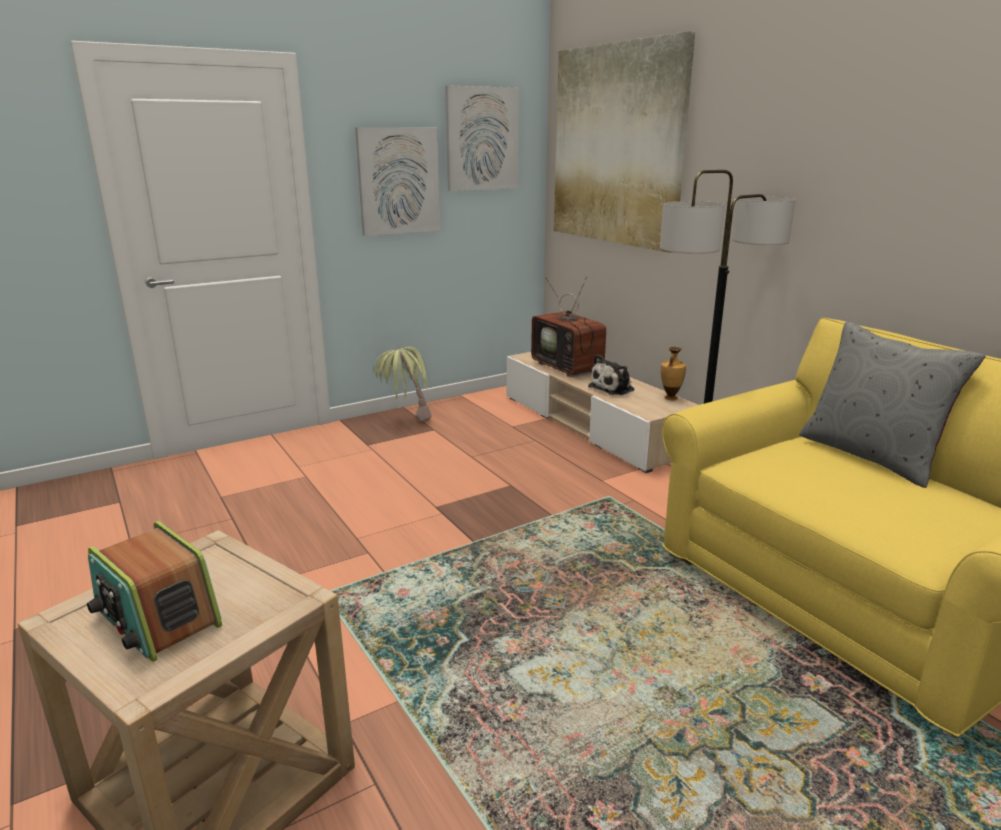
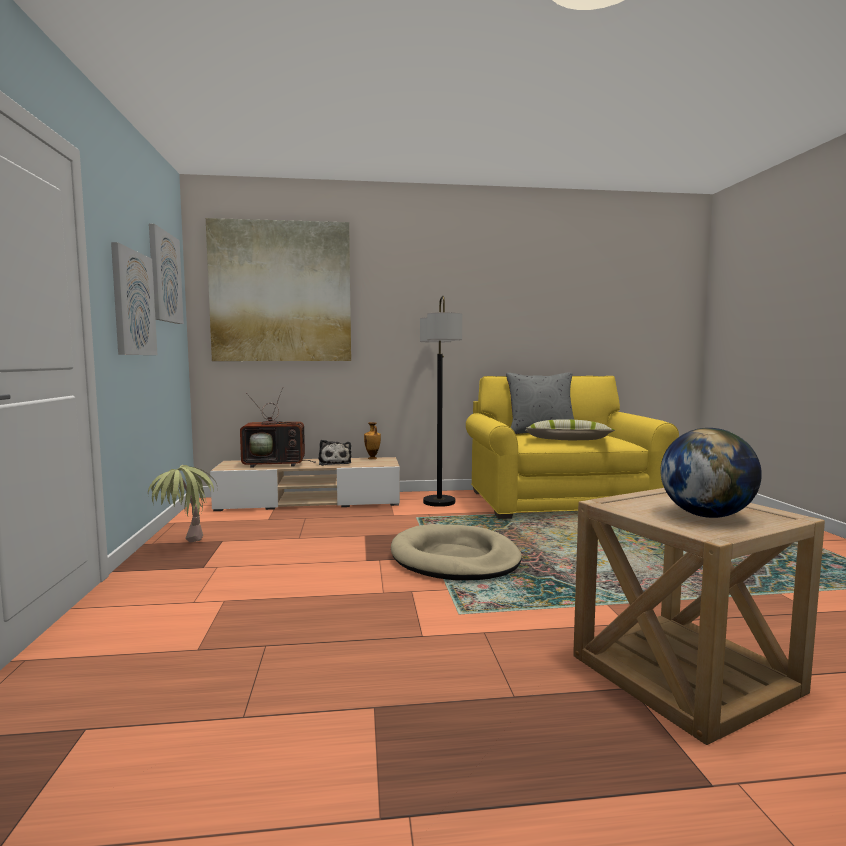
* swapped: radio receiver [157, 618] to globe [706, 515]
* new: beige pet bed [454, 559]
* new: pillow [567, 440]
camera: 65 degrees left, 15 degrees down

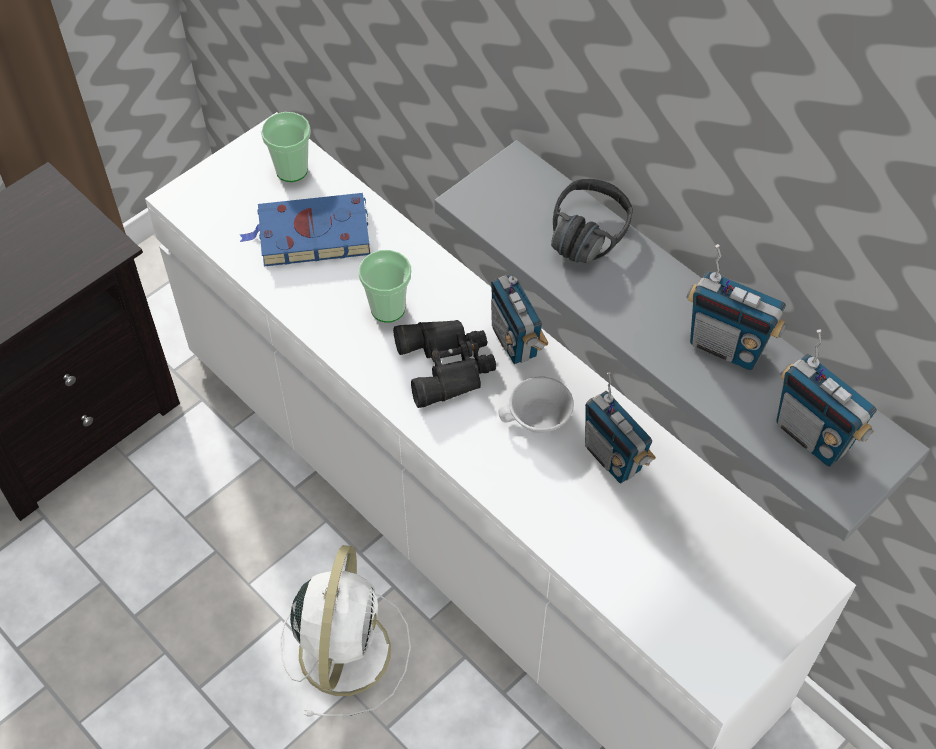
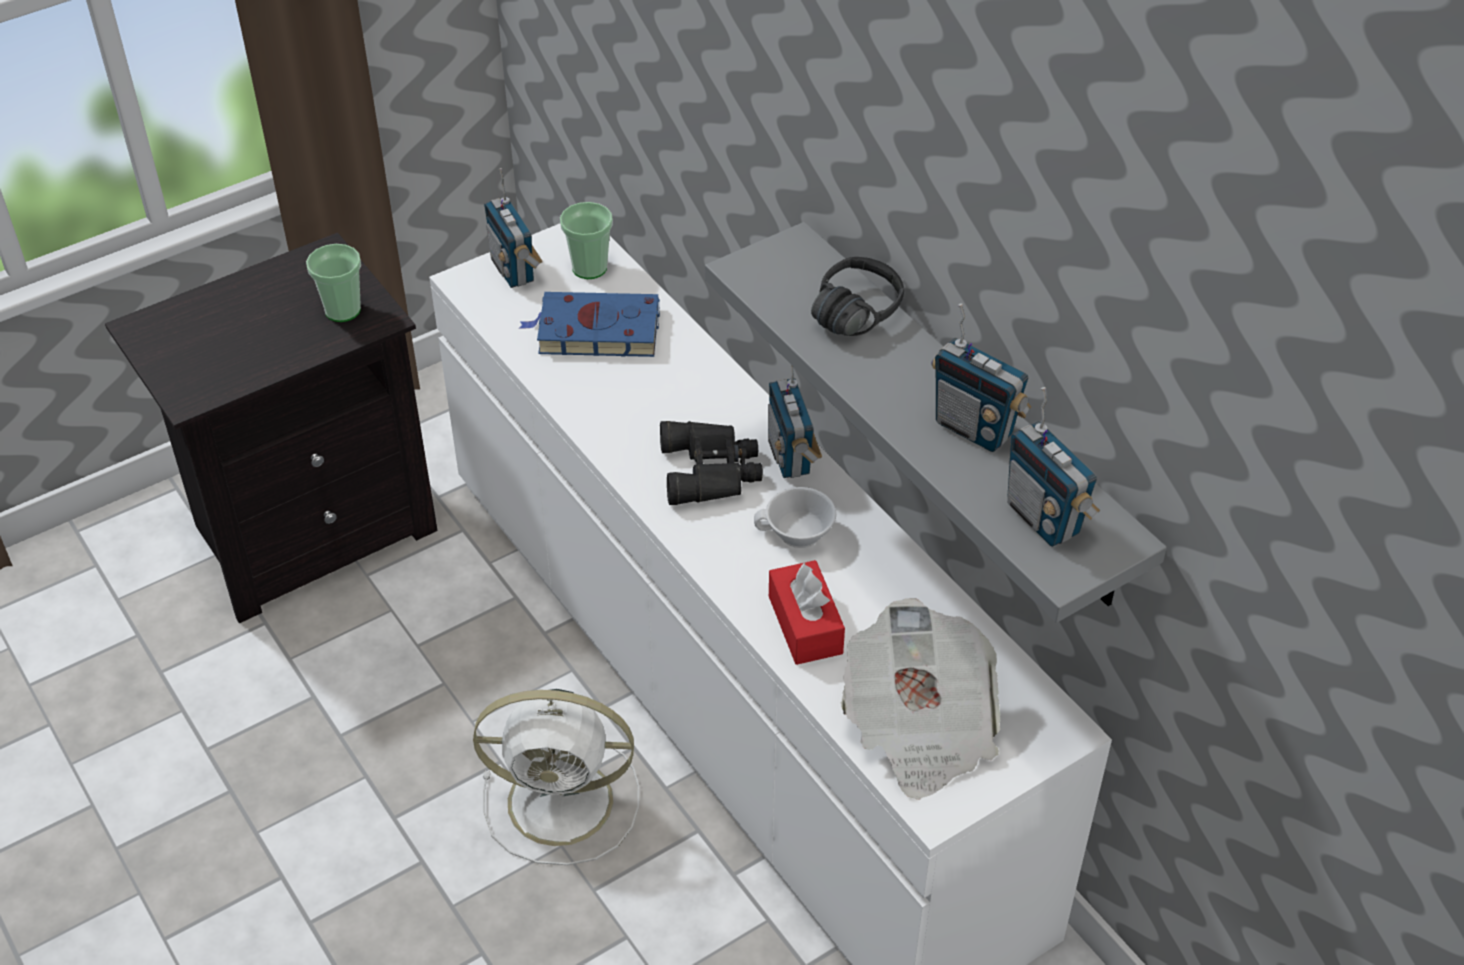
* rotated: white fan [345, 648] = [565, 801] 75 degrees clockwise
* shifted: small cup [388, 308] to [342, 310]
* shifted: radio receiver [613, 457] to [514, 270]
* new: red tissue box [805, 625]
* new: printed paper [919, 727]
camera: 10 degrees right, 10 degrees down

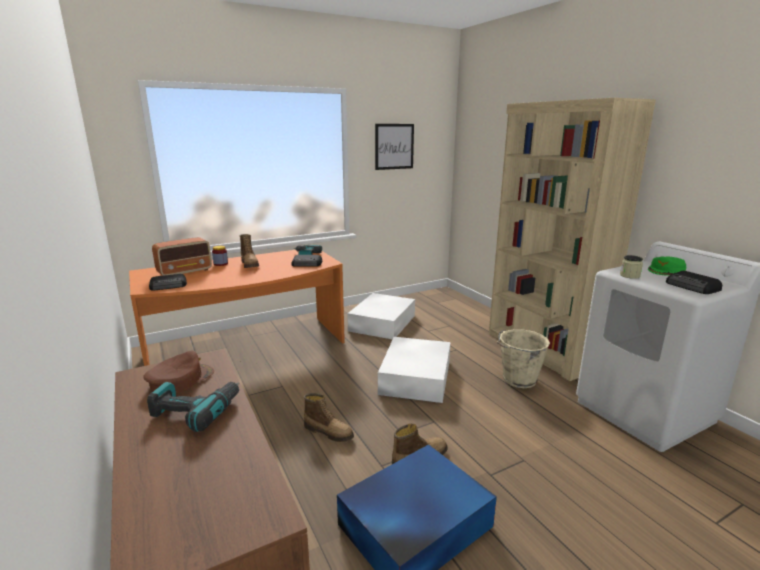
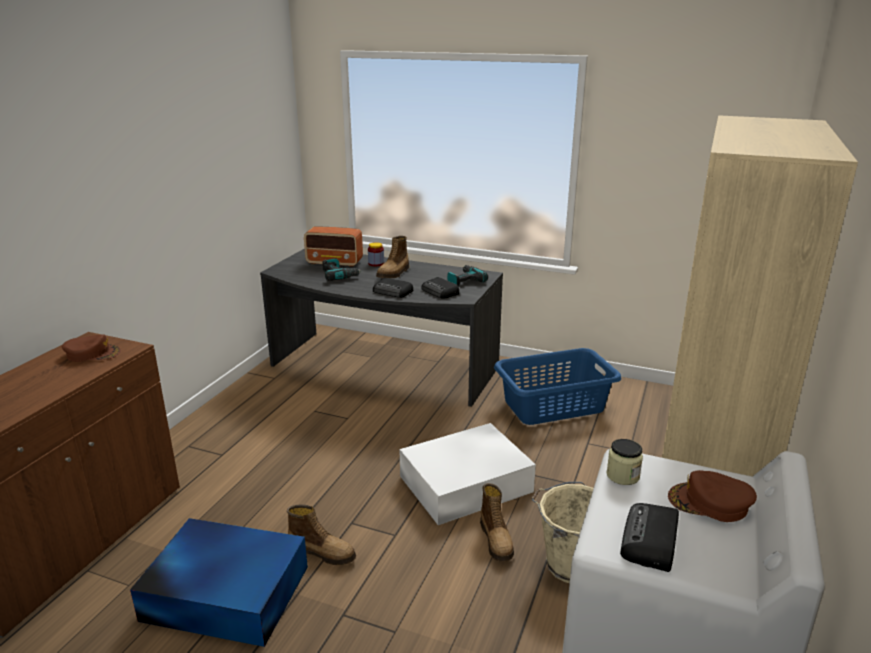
* repainted: orangey desk unit [248, 350] to grey desk unit [381, 369]
* shifted: electric drill [196, 410] to [339, 275]
* shifted: radio receiver [169, 286] to [393, 292]
* shifted: high-top boot [329, 432] to [497, 540]
* swapped: white storage container [383, 323] to blue hamper [554, 406]
* gone: picture [394, 146]
* repainted: green peaked cap [666, 270] to brownish peaked cap [710, 503]
camera: 50 degrees right, 5 degrees up

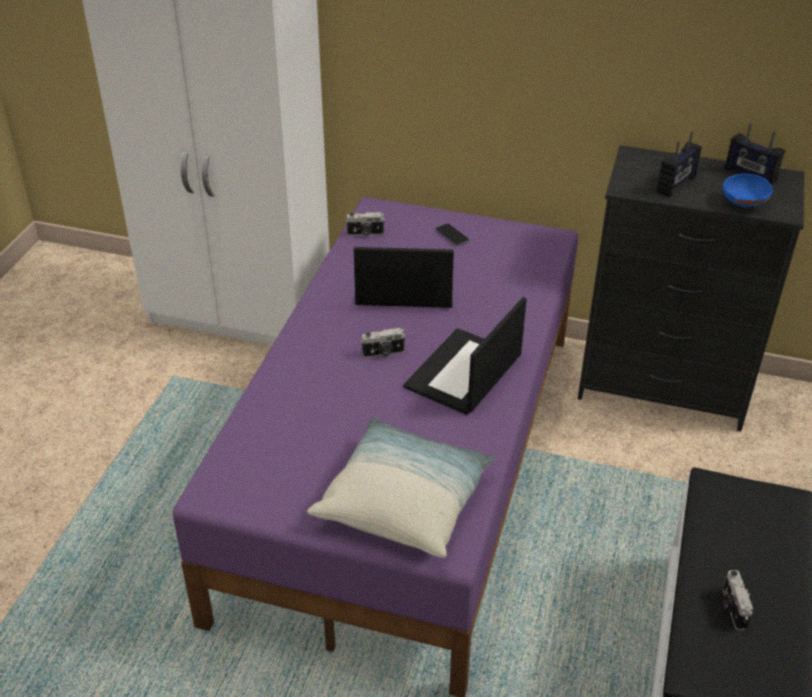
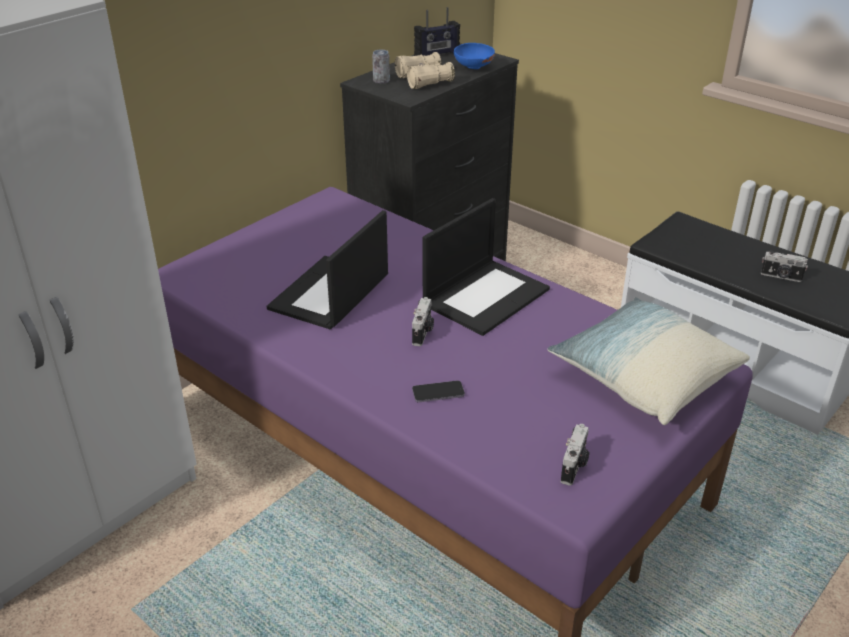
* shifted: still camera [365, 234] to [574, 466]
* rotated: notebook computer [464, 373] = [486, 296] 105 degrees counterclockwise
* shifted: telephone [452, 236] to [438, 393]
* swapped: radio receiver [676, 184] to beige field glasses [424, 80]
* new: sealed can [381, 81]
camera: 65 degrees left, 5 degrees down

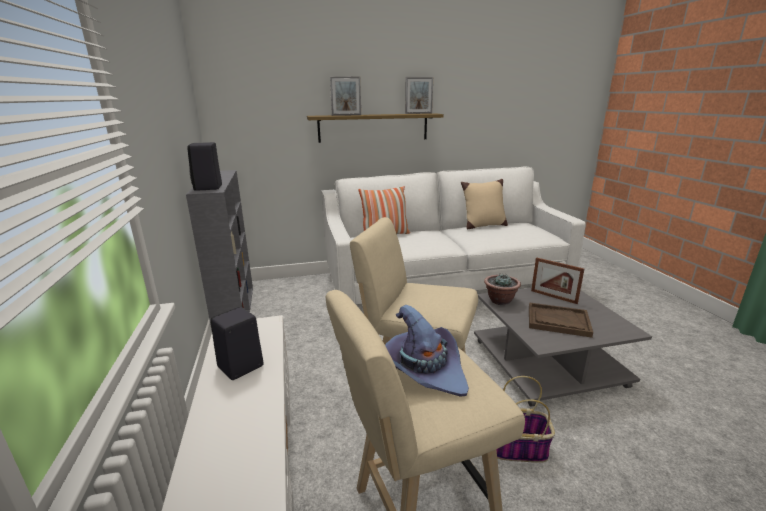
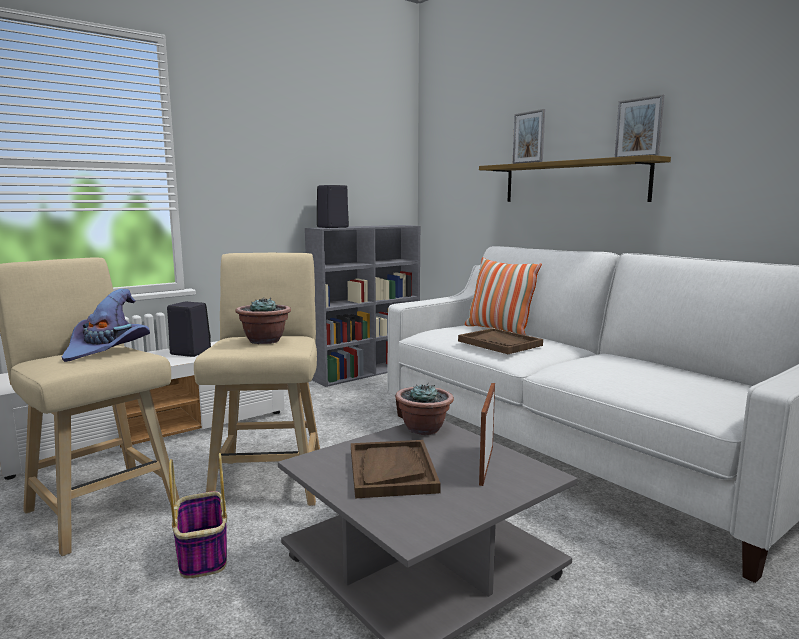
* gone: beige pillow [483, 225]
* new: houseplant [264, 341]
* new: brownish serving tray [500, 343]
camera: 65 degrees right, 10 degrees down

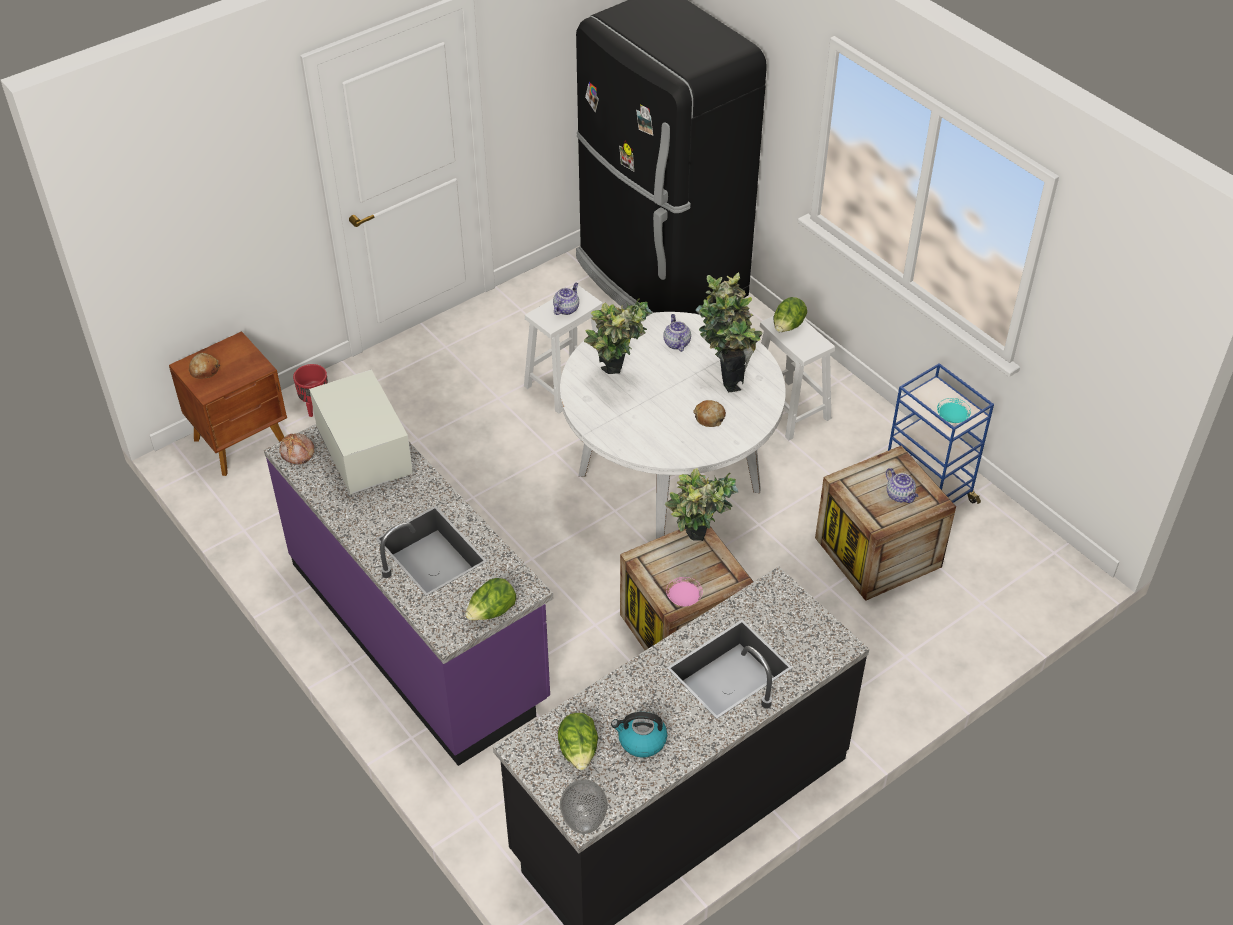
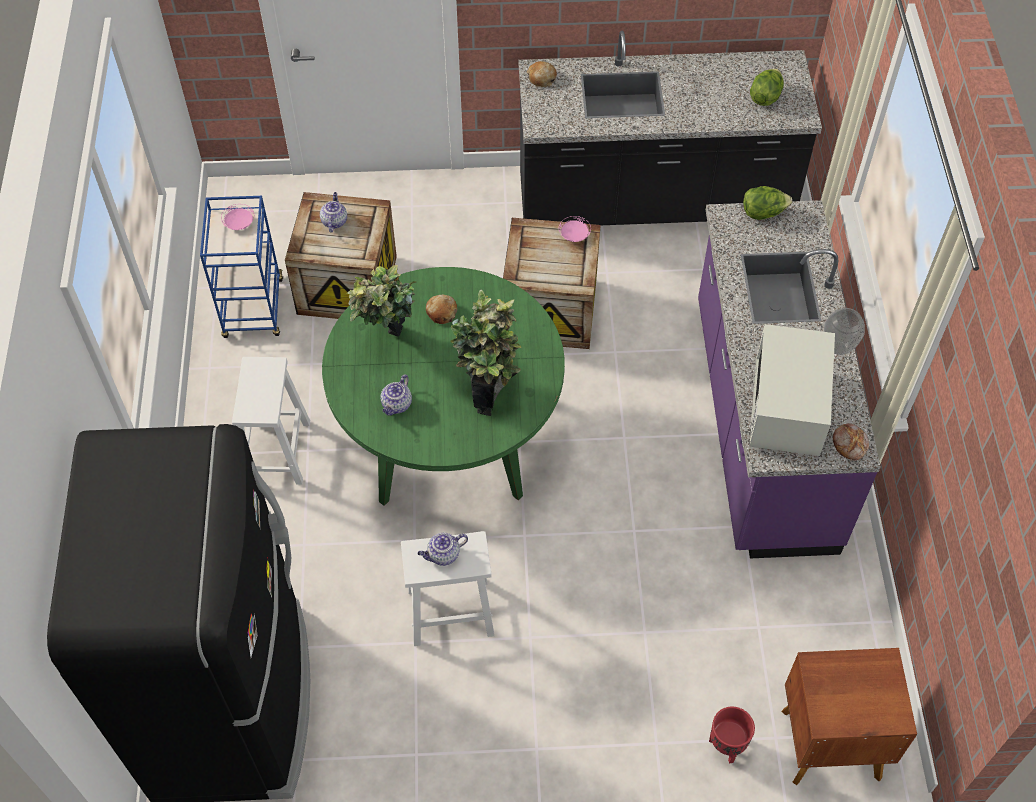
* shifted: bakery bread [204, 370] to [541, 78]
* repainted: white dinner table [669, 482] to green dinner table [449, 441]
* shifted: vase [585, 824] to [837, 347]
* gone: kettle [641, 741]
* gone: houseplant [697, 551]
* gone: lettuce [788, 327]
* repainted: turquoise-coloured flat dish [952, 417] to pinkish flat dish [239, 223]
camera: 145 degrees left, 10 degrees up

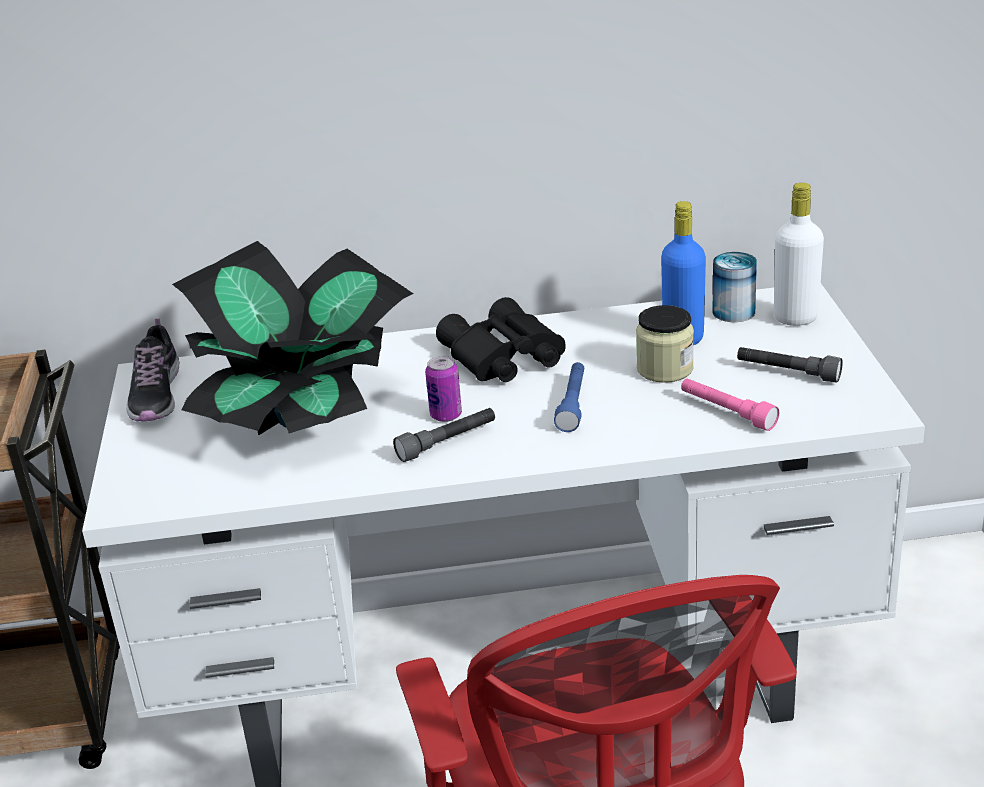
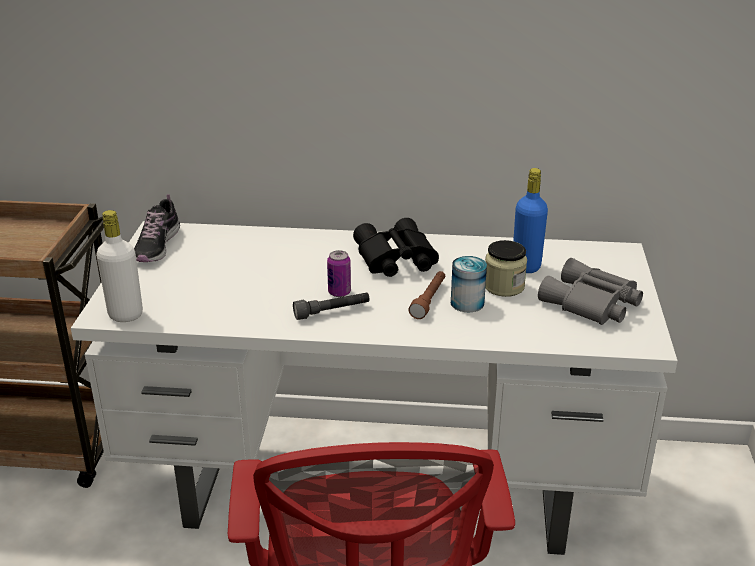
* gone: houseplant [304, 416]
* repainted: blue torch [573, 405] to brownish torch [429, 300]
* gone: pinkish torch [727, 412]
* shifted: sealed can [733, 312] to [467, 303]
* swapped: grey torch [787, 372] to grey field glasses [591, 304]
* shifted: white beverage bottle [795, 318] to [125, 315]
camera: 10 degrees right, 0 degrees up

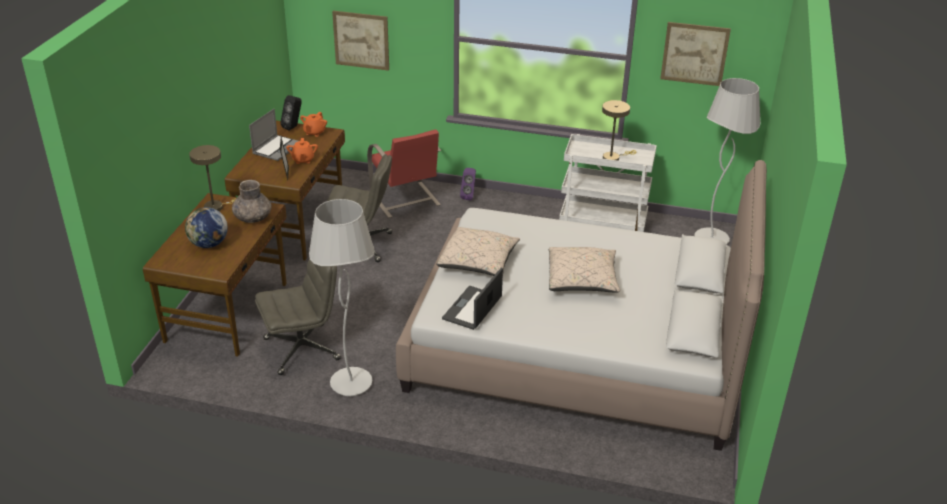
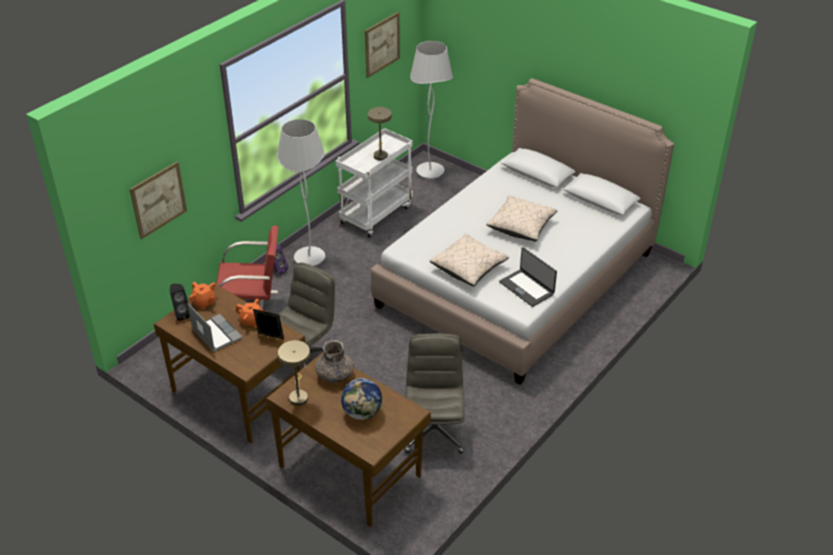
* shifted: white floor lamp [351, 383] to [309, 258]
camera: 65 degrees left, 5 degrees up

